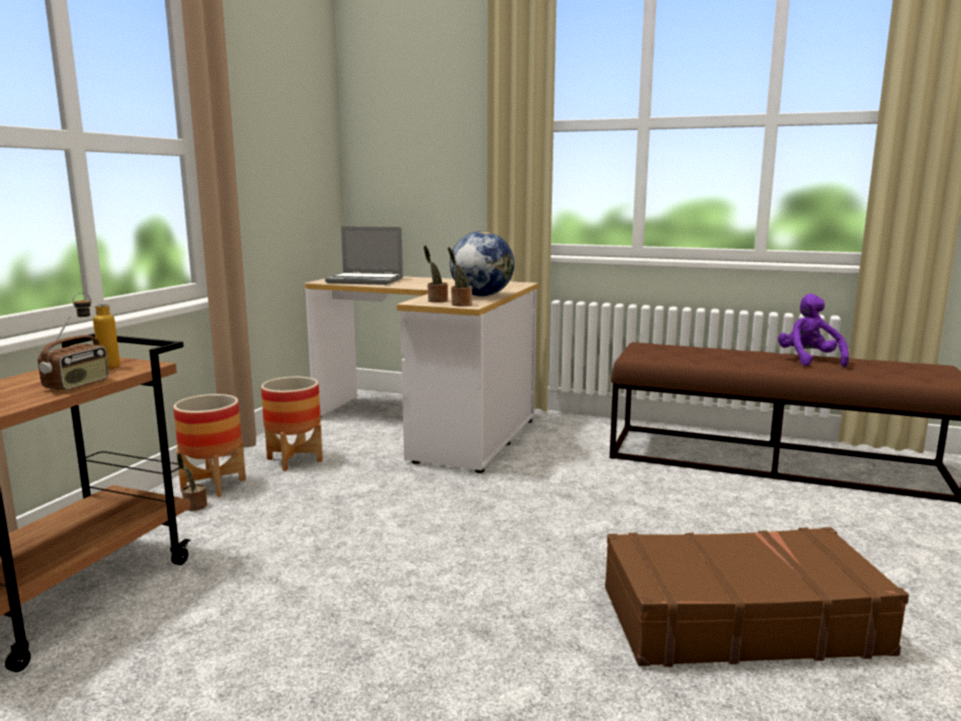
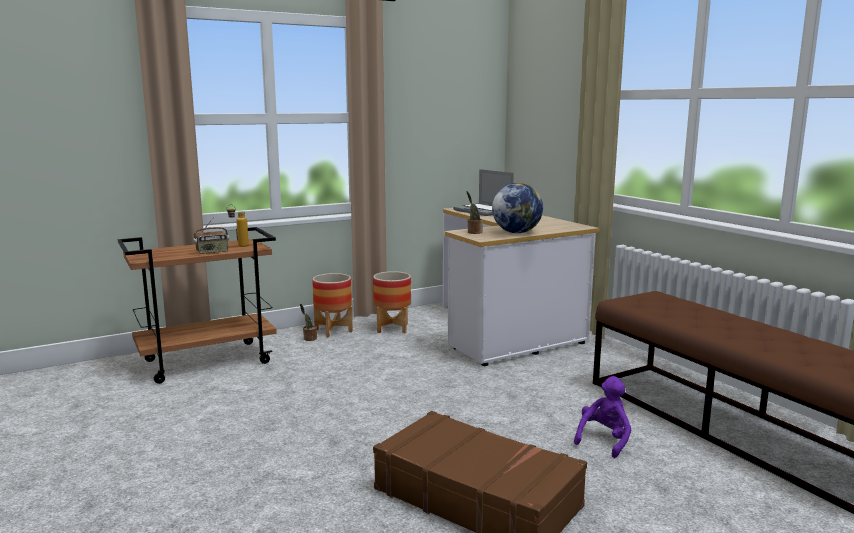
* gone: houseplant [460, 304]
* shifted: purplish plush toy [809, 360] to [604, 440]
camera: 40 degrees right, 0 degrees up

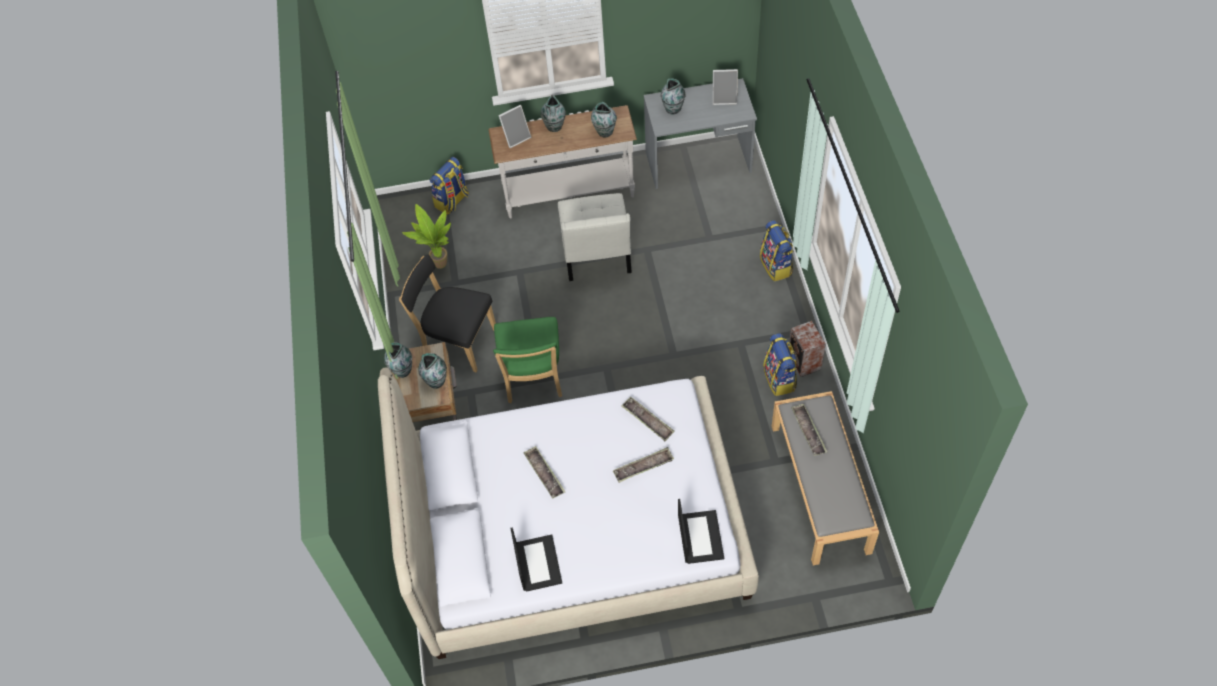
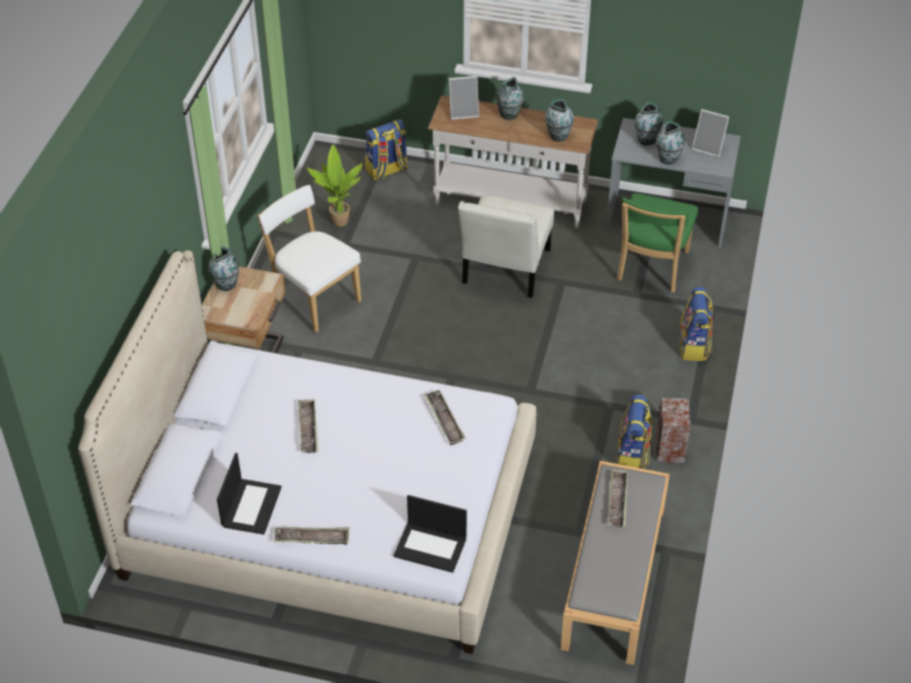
* repainted: black plain chair [457, 342] to white plain chair [314, 299]
* shifted: vase [436, 380] to [668, 158]
* shifted: green plain chair [533, 379] to [651, 269]
* shifted: serving tray [643, 467] to [312, 538]
* rotated: notebook computer [699, 536] = [431, 546] 90 degrees clockwise
camera: 20 degrees right, 10 degrees down

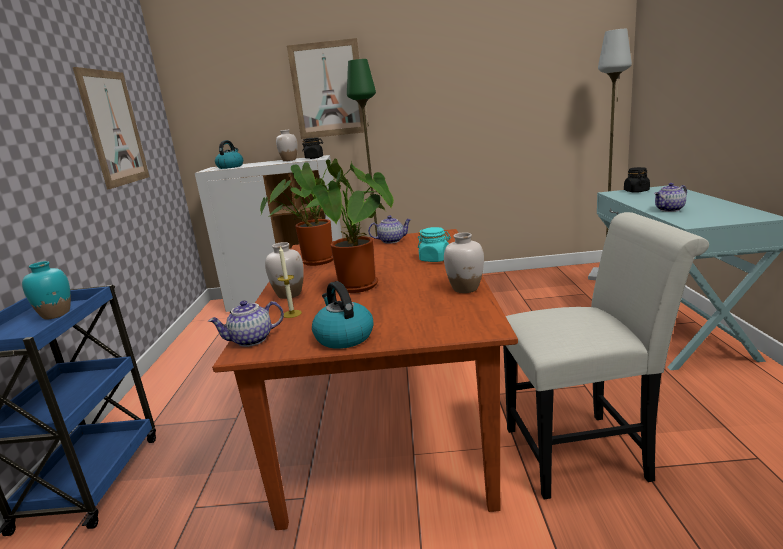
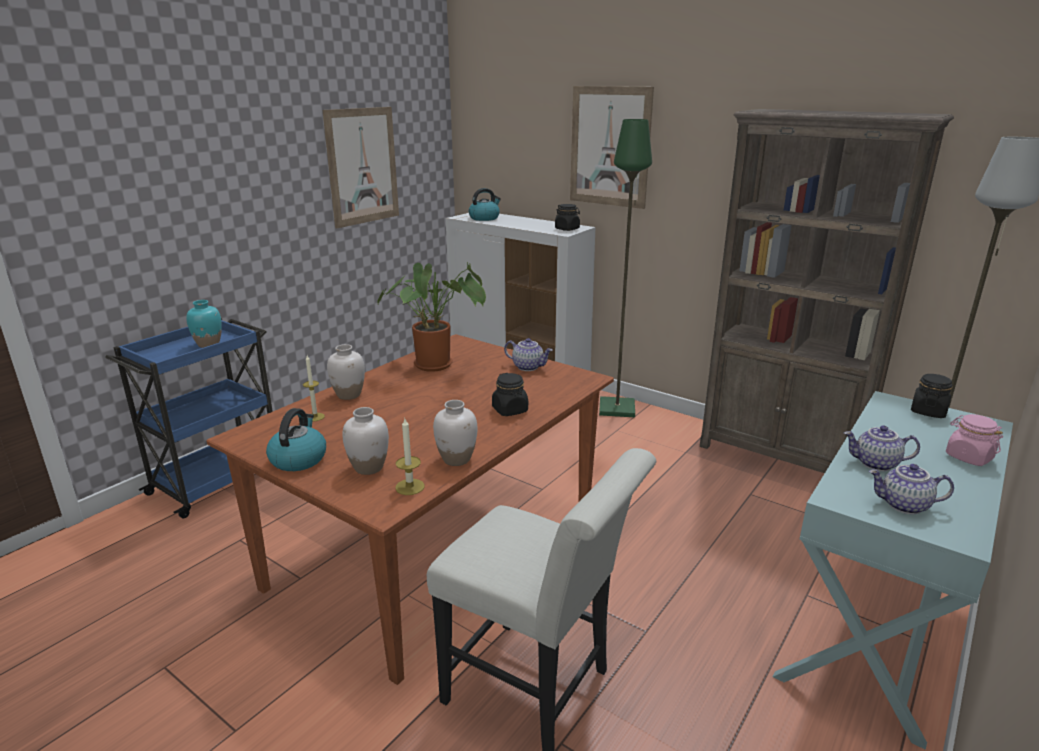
* shifted: pot for tea [251, 340] to [904, 506]
* shifted: white vase [289, 160] to [369, 468]
* gone: houseplant [361, 287]
* repainted: turquoise-coloured storage jar [435, 259] to black storage jar [510, 410]
* new: wax candle [410, 487]
* new: brownish shelving unit [781, 457]
* new: pinkish storage jar [968, 457]
camera: 35 degrees right, 5 degrees up

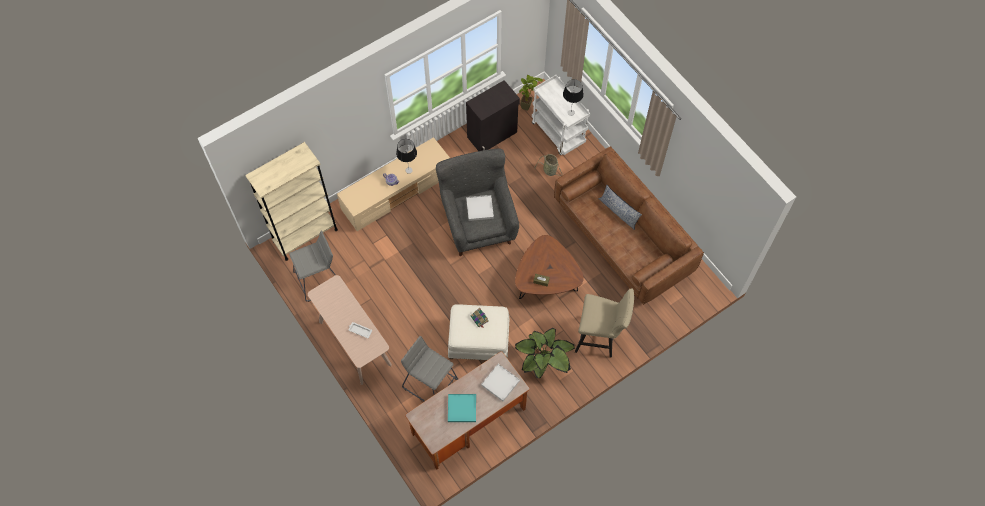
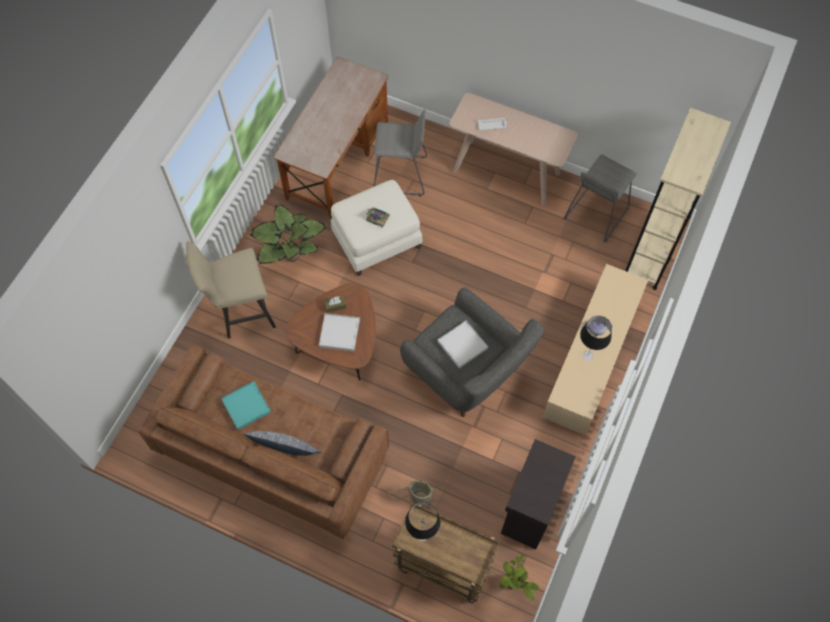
* shifted: turquoise-coloured serving tray [462, 408] to [246, 406]
* shifted: white serving tray [500, 383] to [339, 333]
* repainted: white wheeled cart [559, 133] to brownish wheeled cart [442, 566]
camera: 150 degrees right, 0 degrees up

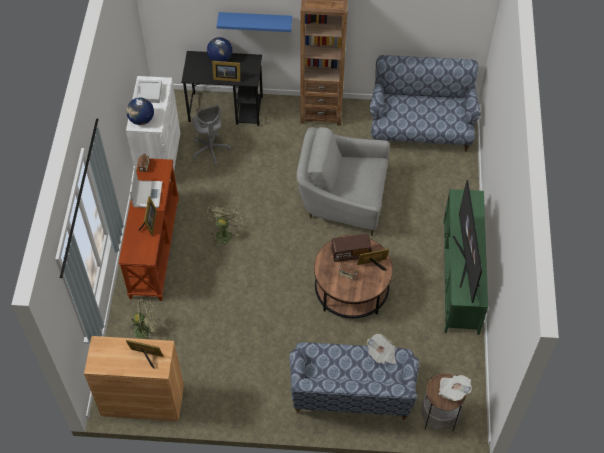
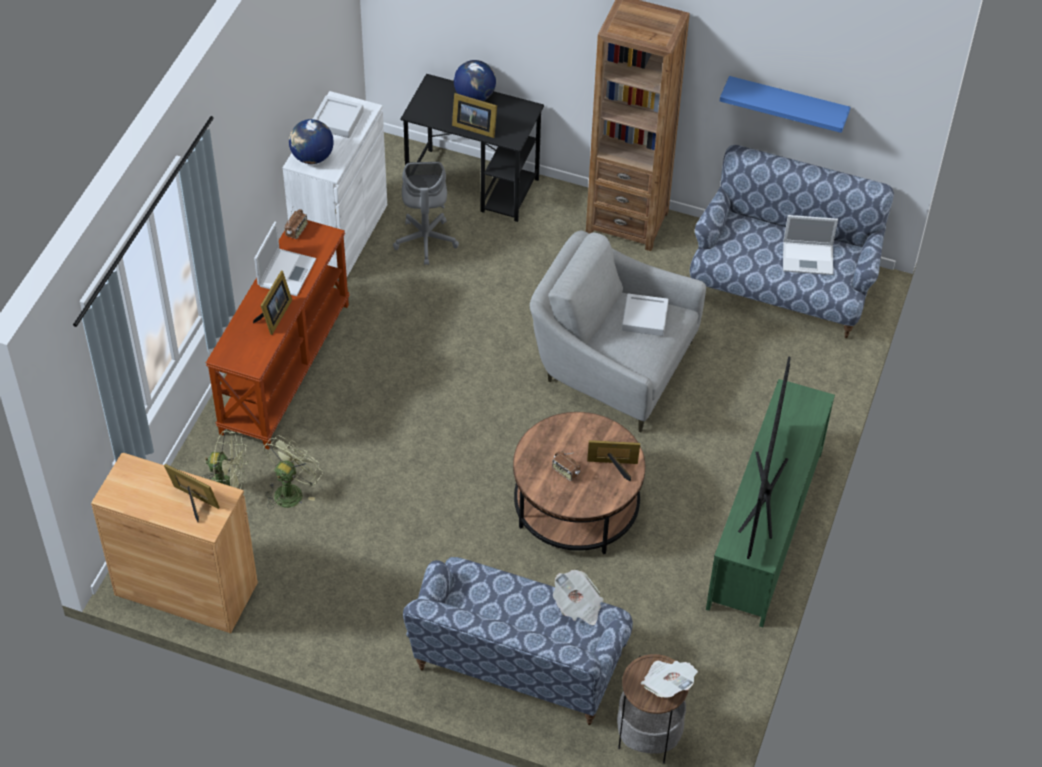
* shifted: green fan [224, 233] to [291, 491]
* shifted: blue wall shelf [255, 21] to [787, 104]
* gone: radio receiver [350, 253]
* new: grey serving tray [644, 318]
* new: notebook computer [809, 258]
camera: 15 degrees right, 5 degrees down

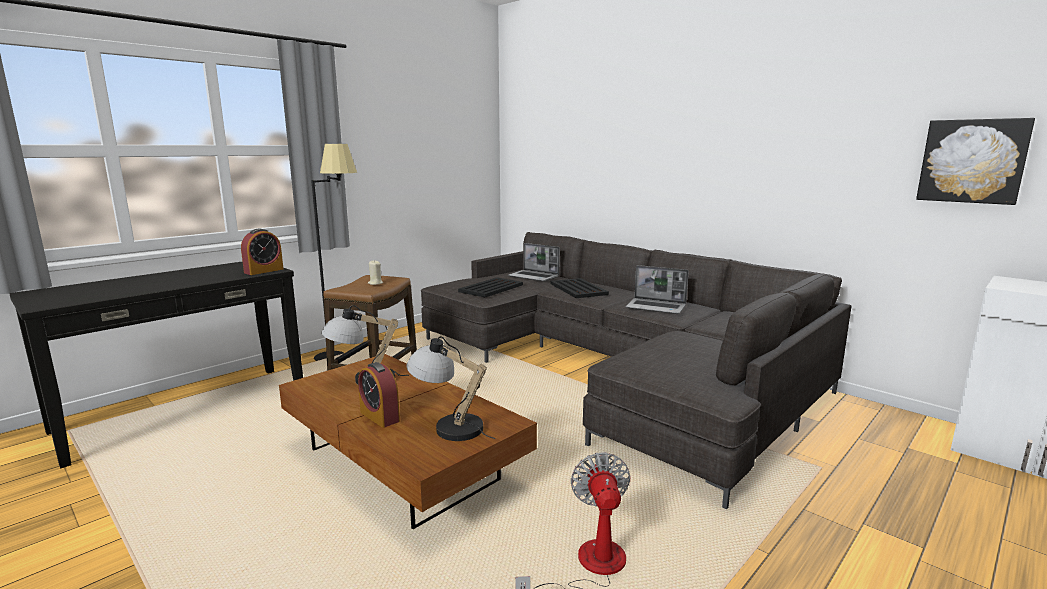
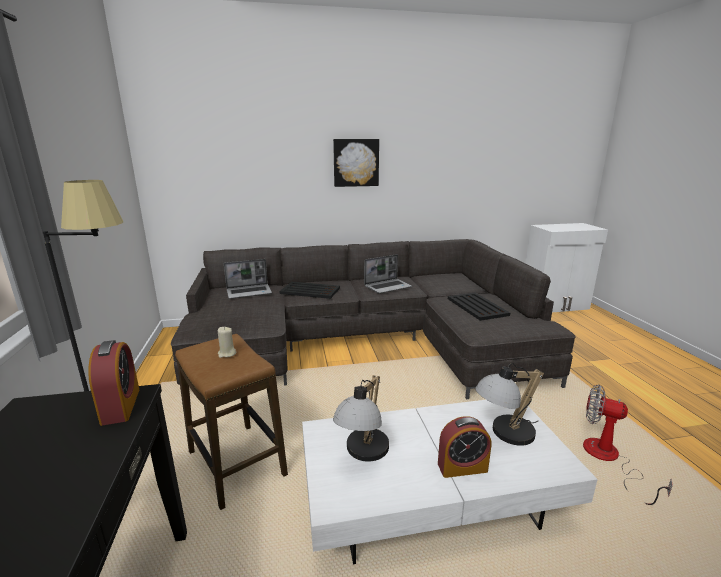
* repainted: brownish coffee table [403, 465] to white coffee table [432, 501]
* shifted: black serving tray [492, 288] to [477, 306]
* shifted: picture [972, 161] to [356, 162]
camera: 55 degrees left, 5 degrees up

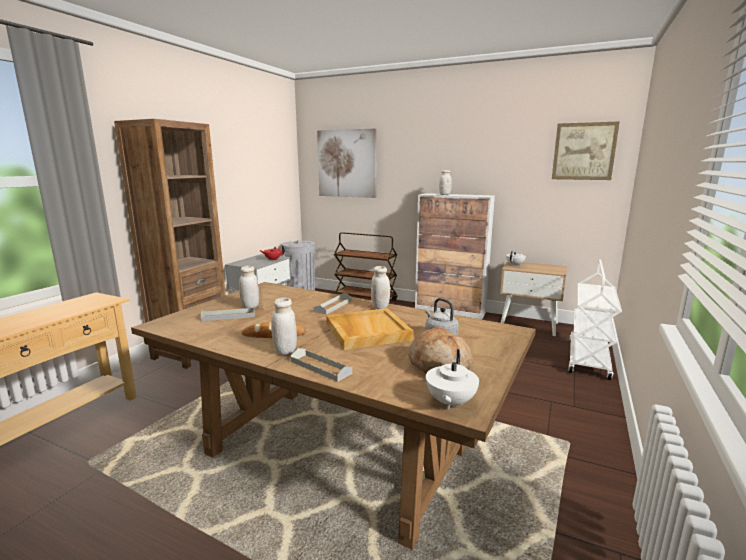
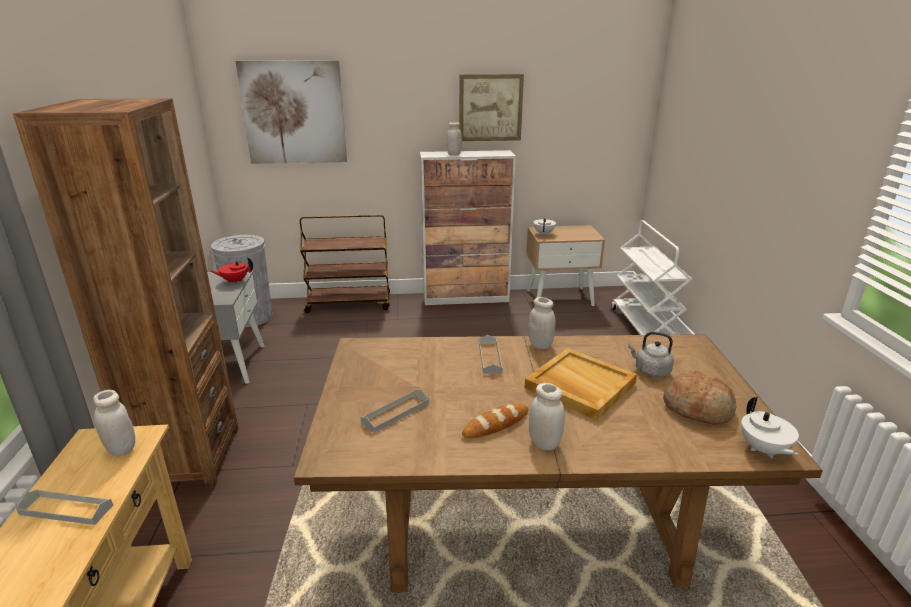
* shifted: white storage jar [250, 306] to [121, 449]
* shifted: grey serving tray [320, 367] to [66, 510]
* shifted: picture [584, 151] to [490, 108]
camera: 30 degrees left, 10 degrees up

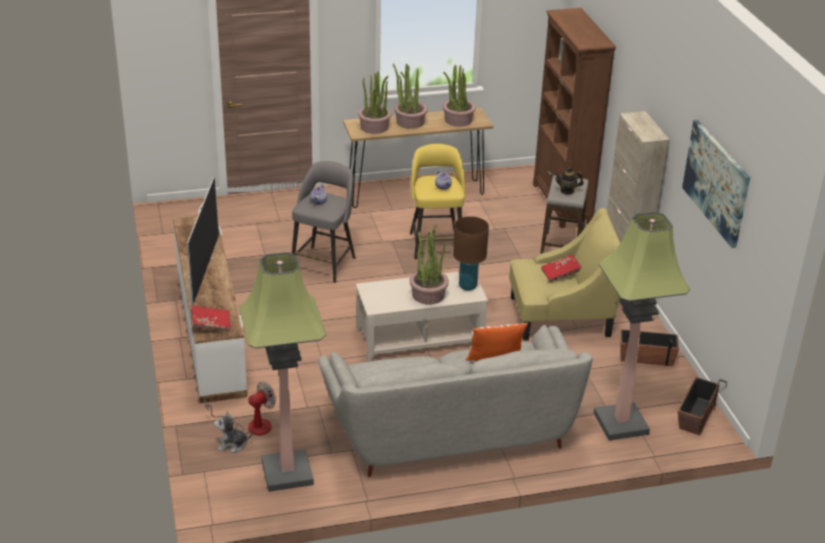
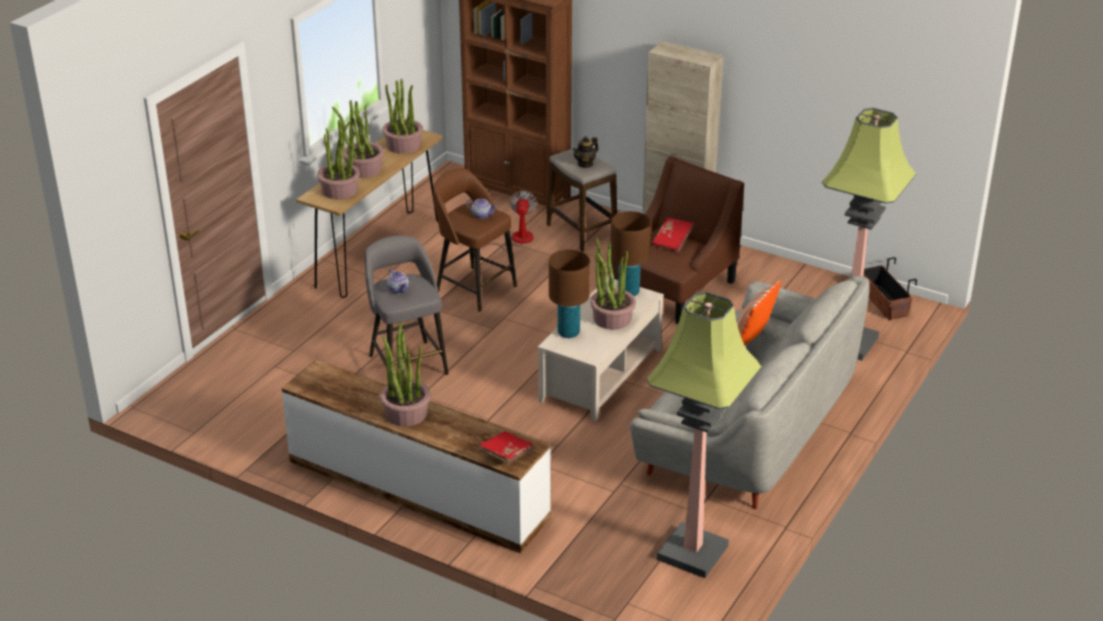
* swapped: television [204, 269] to houseplant [406, 413]
* shifted: fan [251, 426] to [515, 240]
* gone: plush toy [232, 444]
* repainted: yellow-coloured stool seat [435, 244] to brownish stool seat [474, 288]
* repainted: yellow-coloured armchair [559, 316] to brownish armchair [673, 289]
* gone: flower pot [646, 357]
* gone: picture [716, 182]
* new: brownish lamp for a table [568, 333]
camera: 45 degrees left, 0 degrees up

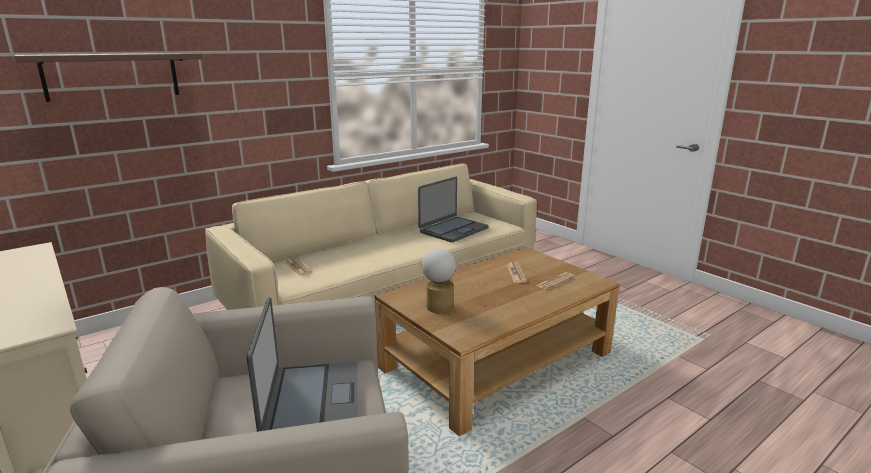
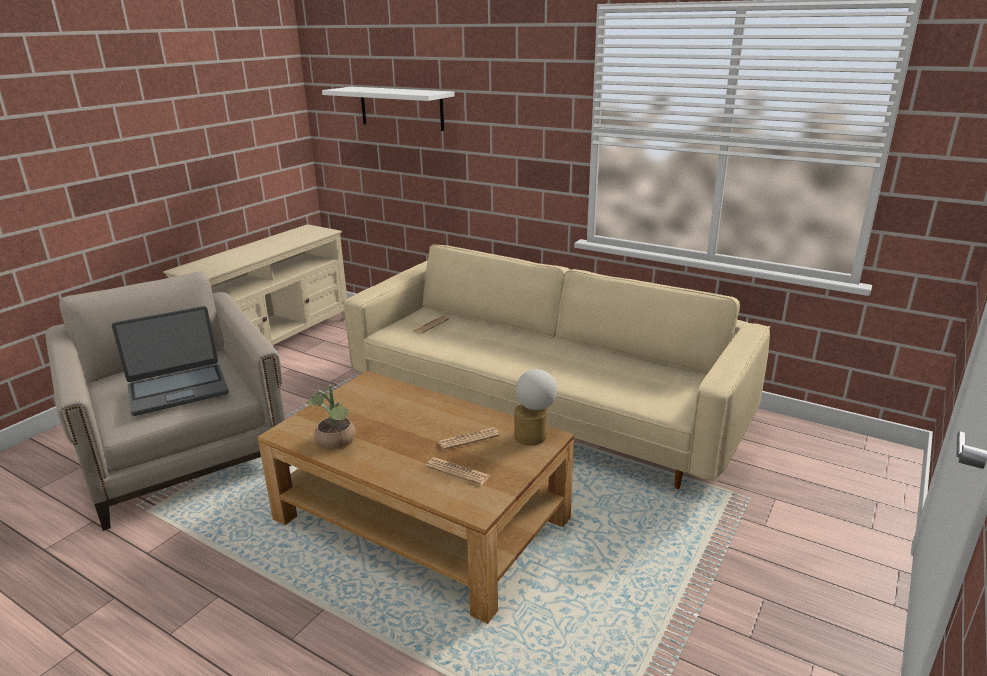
* repainted: brownish wall shelf [112, 76] to white wall shelf [401, 108]
* gone: notebook computer [453, 230]
* shifted: lamp for a table [439, 305] to [534, 435]
* new: houseplant [335, 442]
camera: 70 degrees right, 5 degrees up

